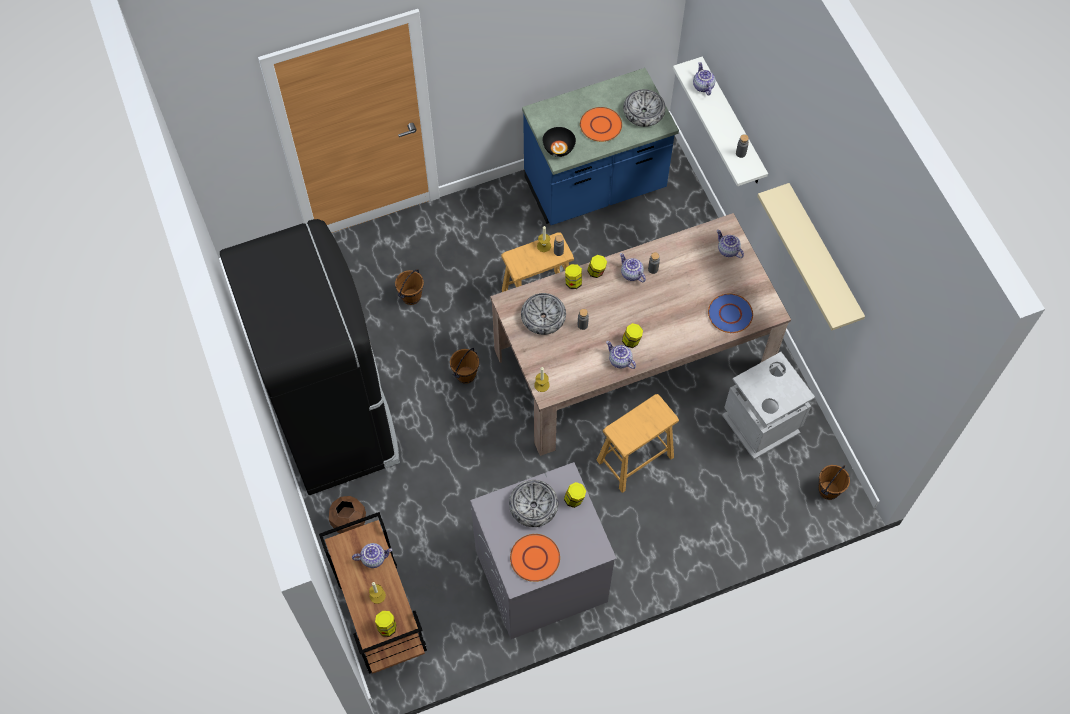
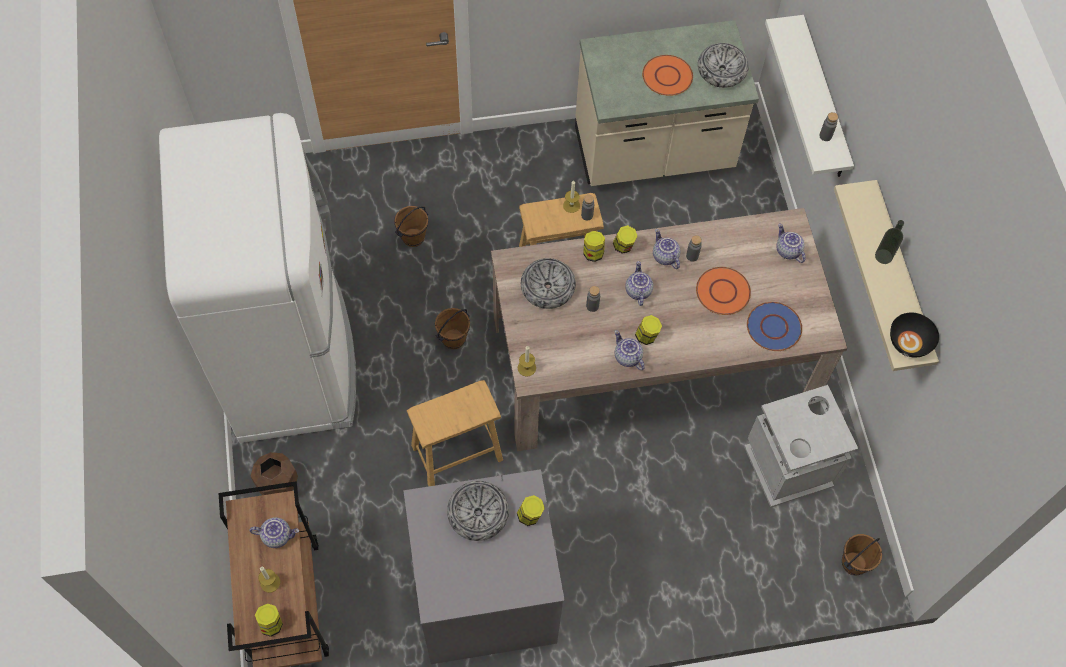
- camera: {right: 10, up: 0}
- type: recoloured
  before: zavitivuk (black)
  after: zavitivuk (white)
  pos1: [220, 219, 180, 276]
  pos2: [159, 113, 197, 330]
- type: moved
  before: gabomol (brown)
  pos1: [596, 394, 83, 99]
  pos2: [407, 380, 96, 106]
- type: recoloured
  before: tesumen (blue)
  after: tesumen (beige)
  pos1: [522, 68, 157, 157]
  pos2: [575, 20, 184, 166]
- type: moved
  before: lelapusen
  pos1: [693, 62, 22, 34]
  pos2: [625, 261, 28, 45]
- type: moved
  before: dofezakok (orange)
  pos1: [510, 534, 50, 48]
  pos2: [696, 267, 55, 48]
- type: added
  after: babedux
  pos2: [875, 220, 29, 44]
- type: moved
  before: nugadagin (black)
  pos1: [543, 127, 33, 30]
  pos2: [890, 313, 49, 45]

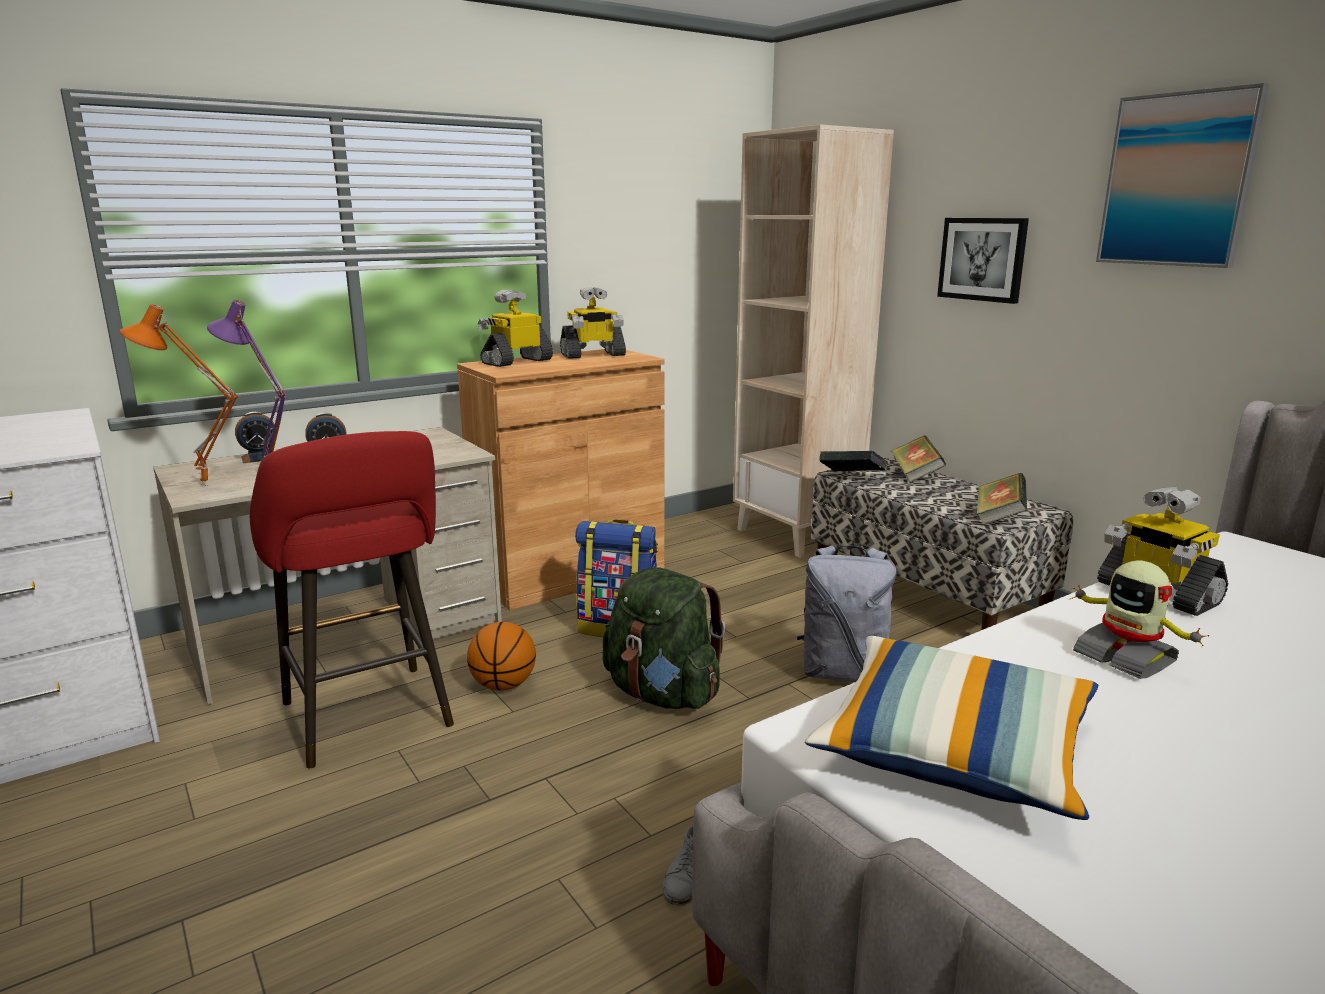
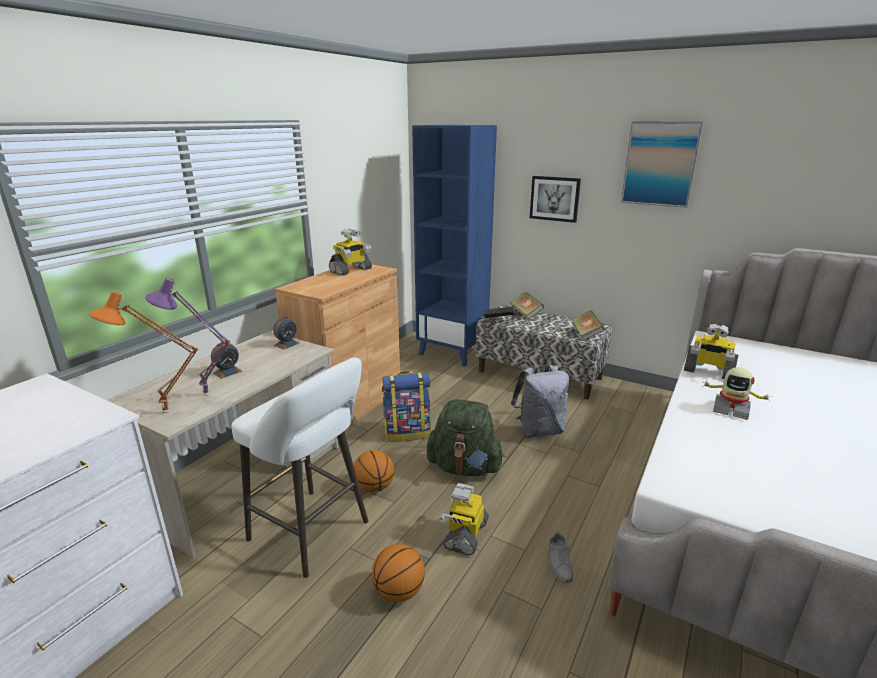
- camera: {right: -25, up: 5}
- type: recoloured
  before: gabomol (red)
  after: gabomol (white)
  pos1: [250, 431, 204, 337]
  pos2: [232, 357, 136, 221]
- type: moved
  before: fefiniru
  pos1: [235, 412, 40, 51]
  pos2: [273, 317, 27, 32]
- type: added
  after: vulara
  pos2: [372, 544, 53, 58]
- type: recoloured
  before: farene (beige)
  after: farene (blue)
  pos1: [733, 124, 161, 434]
  pos2: [412, 125, 85, 242]
- type: moved
  before: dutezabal
  pos1: [478, 290, 75, 77]
  pos2: [439, 483, 50, 72]
- type: removed
  before: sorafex
  pos1: [805, 636, 294, 184]

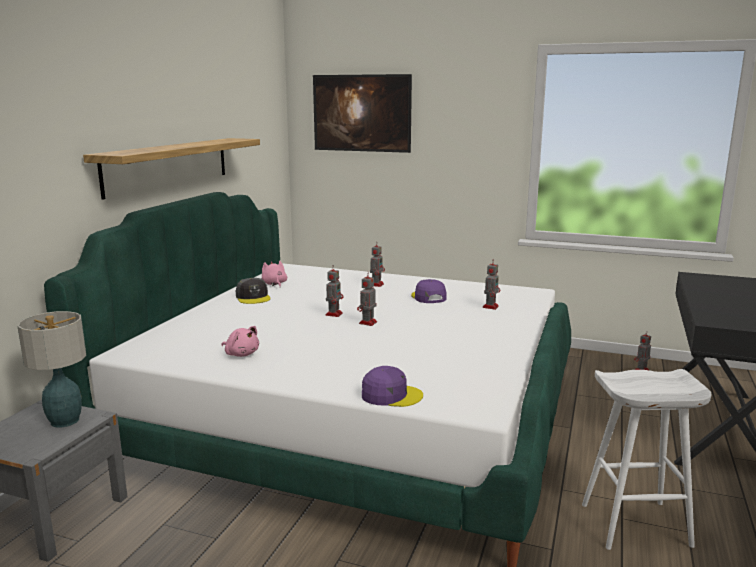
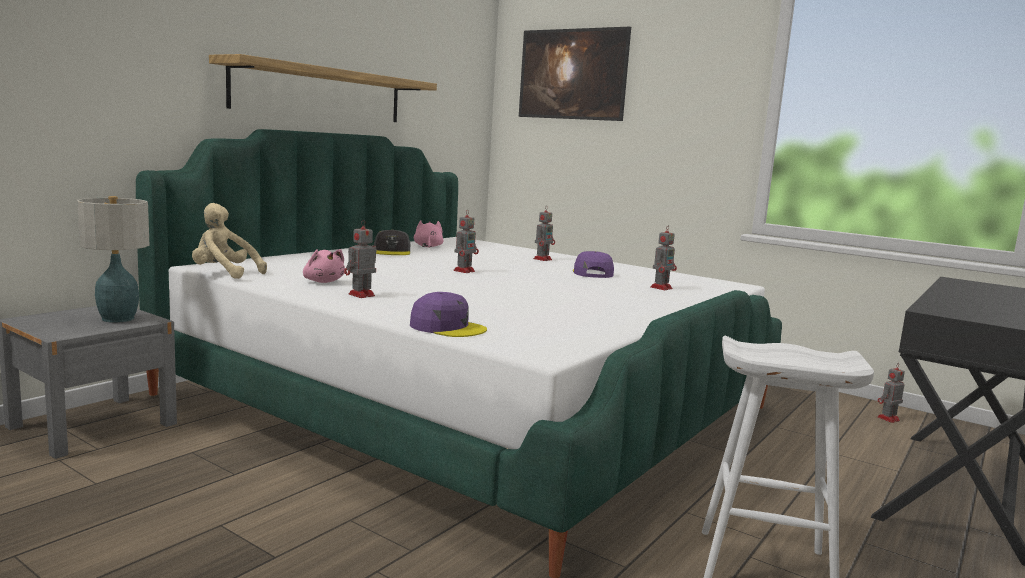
- camera: {right: 15, up: -5}
- type: added
  after: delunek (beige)
  pos2: [192, 203, 75, 76]
- type: moved
  before: dutezabal
  pos1: [357, 272, 20, 54]
  pos2: [344, 220, 33, 78]

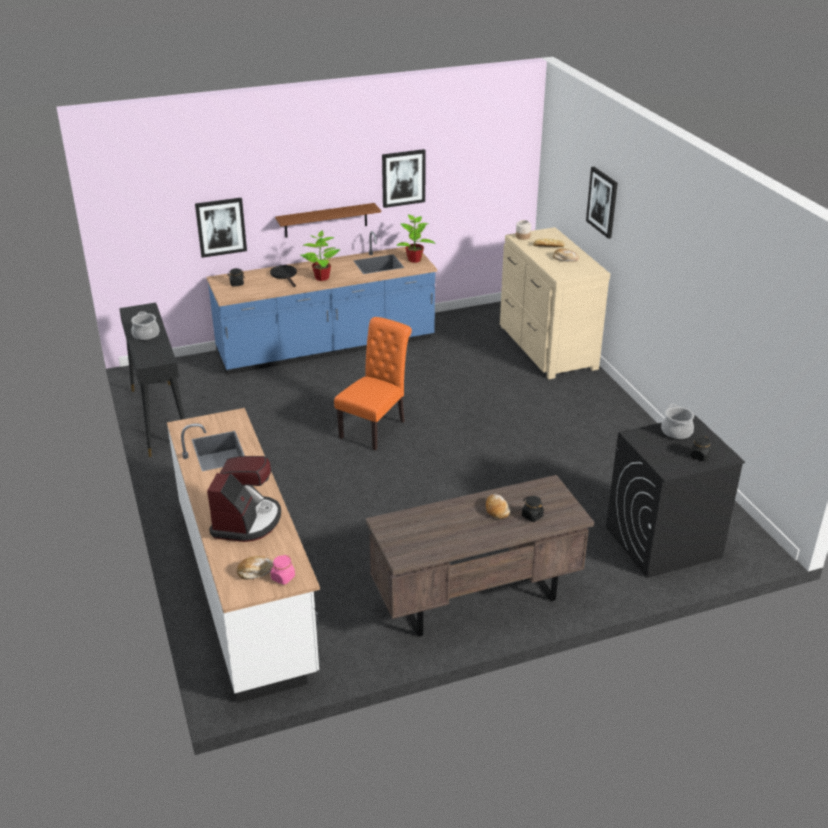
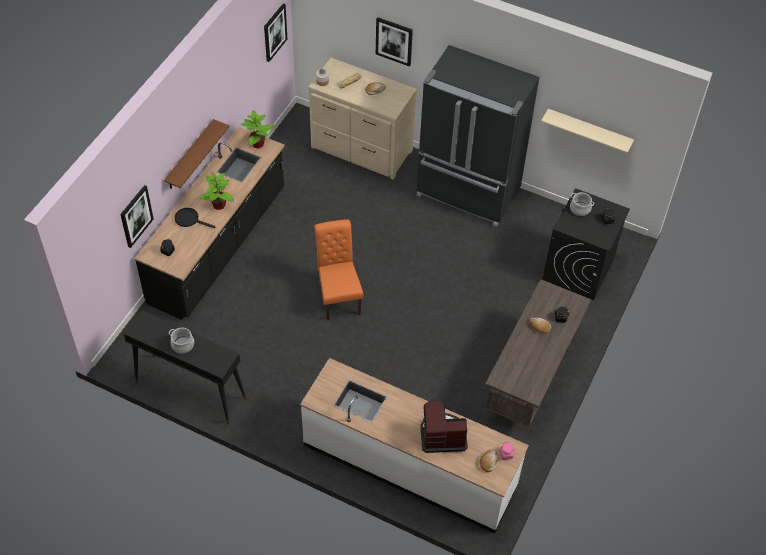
- camera: {right: -45, up: 20}
- type: recoloured
  before: tesumen (blue)
  after: tesumen (black)
  pos1: [207, 231, 230, 144]
  pos2: [135, 127, 150, 193]
- type: moved
  before: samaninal
  pos1: [382, 149, 44, 59]
  pos2: [264, 3, 23, 59]
- type: added
  after: zavitivuk (black)
  pos2: [416, 45, 123, 182]
- type: turned
  before: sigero
  pos1: [207, 456, 74, 86]
  pos2: [421, 400, 47, 53]
  turn: -60
- type: added
  after: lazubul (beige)
  pos2: [541, 109, 93, 44]

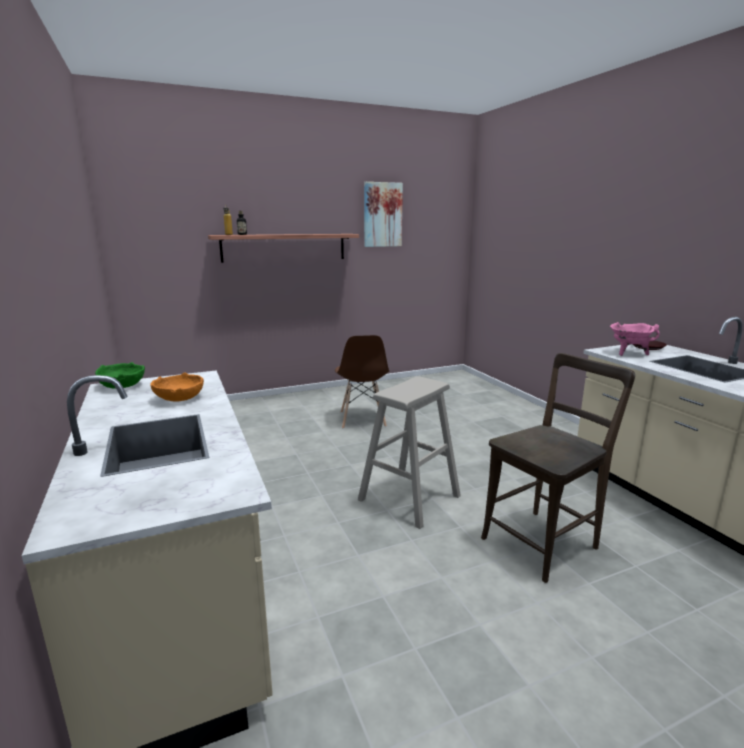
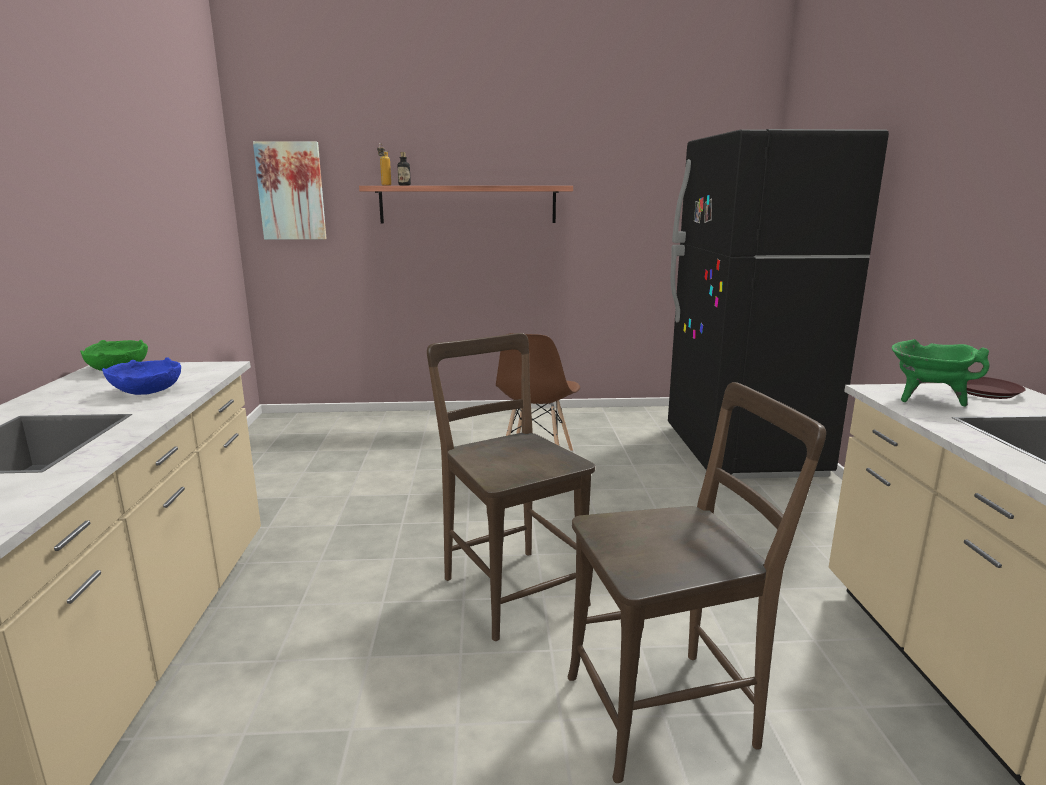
- camera: {right: 20, up: 0}
- type: recoloured
  before: nugadagin (orange)
  after: nugadagin (blue)
  pos1: [150, 372, 54, 30]
  pos2: [102, 358, 79, 37]
- type: moved
  before: samaninal
  pos1: [364, 182, 39, 65]
  pos2: [253, 141, 74, 99]
- type: replaced
  before: gabomol (beige)
  after: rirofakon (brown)
  pos1: [358, 376, 103, 153]
  pos2: [427, 333, 168, 308]
- type: added
  after: zavitivuk (black)
  pos2: [668, 129, 221, 350]
- type: recoloured
  before: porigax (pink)
  after: porigax (green)
  pos1: [610, 322, 50, 34]
  pos2: [892, 339, 98, 68]

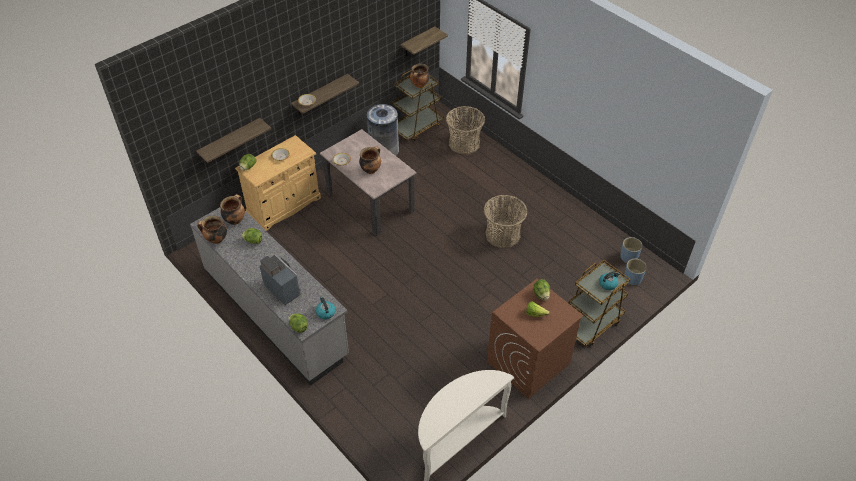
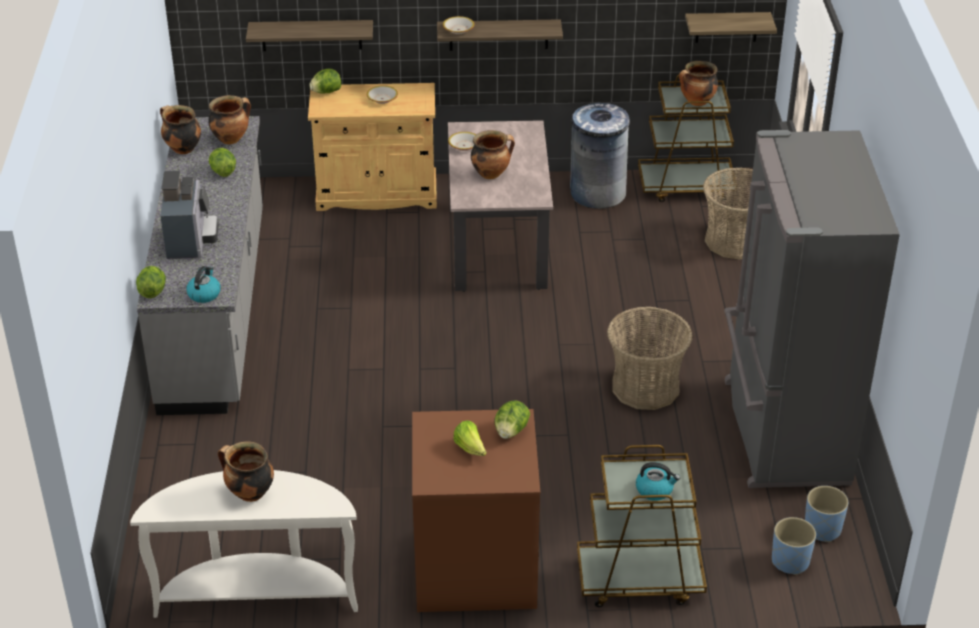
- camera: {right: 40, up: -10}
- type: added
  after: porigax
  pos2: [218, 441, 56, 61]
- type: added
  after: zavitivuk (grey)
  pos2: [724, 130, 176, 358]

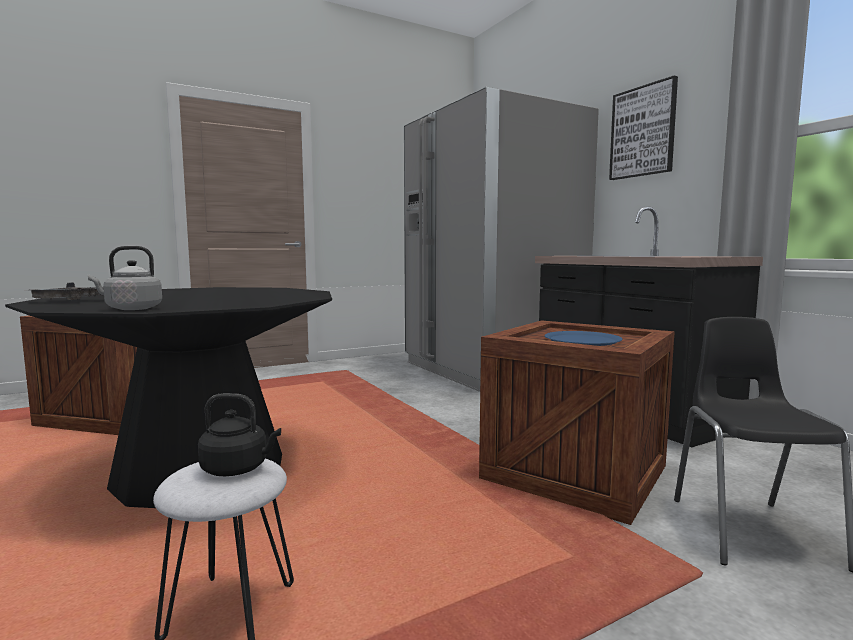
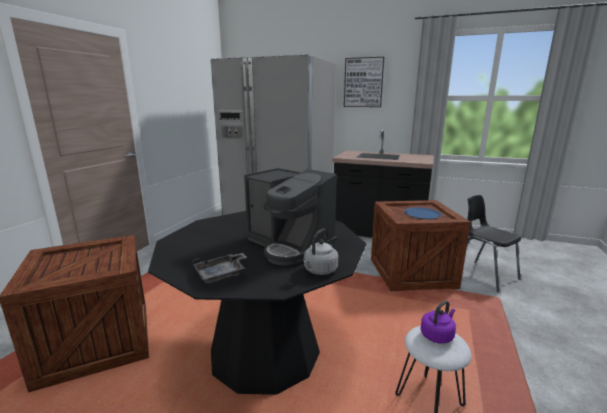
- camera: {right: -40, up: 10}
- type: added
  after: sigero
  pos2: [244, 168, 94, 98]
- type: recoloured
  before: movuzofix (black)
  after: movuzofix (purple)
  pos1: [198, 393, 83, 83]
  pos2: [421, 300, 35, 44]

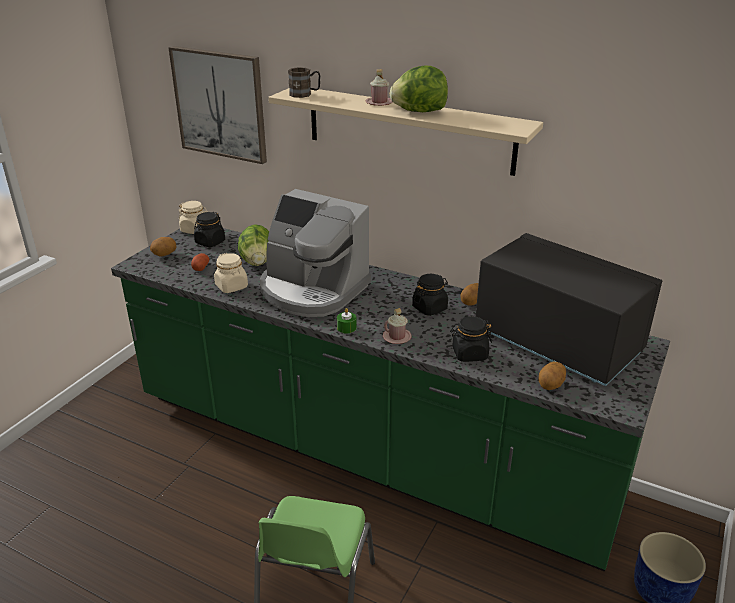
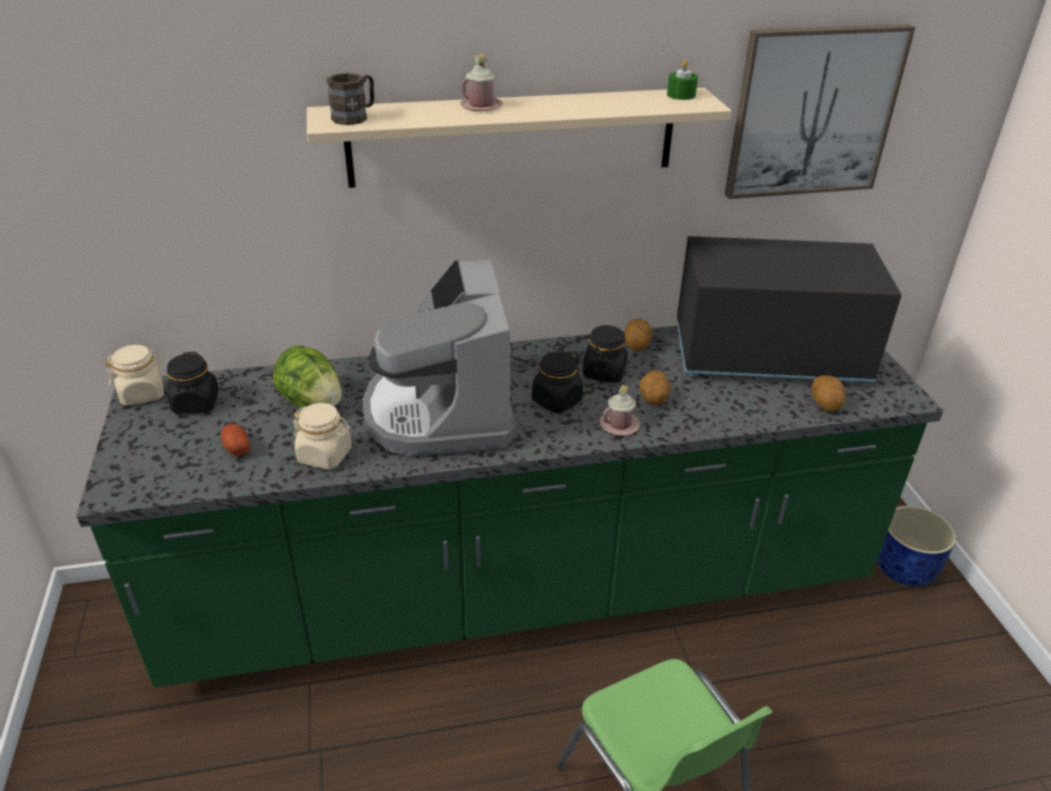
- camera: {right: -40, up: 5}
- type: turned
  before: sigero
  pos1: [260, 189, 111, 128]
  pos2: [363, 259, 153, 197]
  turn: 90
- type: moved
  before: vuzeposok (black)
  pos1: [450, 316, 42, 46]
  pos2: [532, 351, 51, 62]
- type: moved
  before: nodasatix
  pos1: [150, 237, 26, 19]
  pos2: [639, 370, 32, 35]
- type: moved
  before: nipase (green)
  pos1: [337, 308, 20, 26]
  pos2: [667, 60, 31, 40]
- type: moved
  before: samaninal
  pos1: [168, 46, 99, 118]
  pos2: [725, 24, 190, 175]
- type: removed
  before: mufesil
  pos1: [390, 66, 58, 46]

